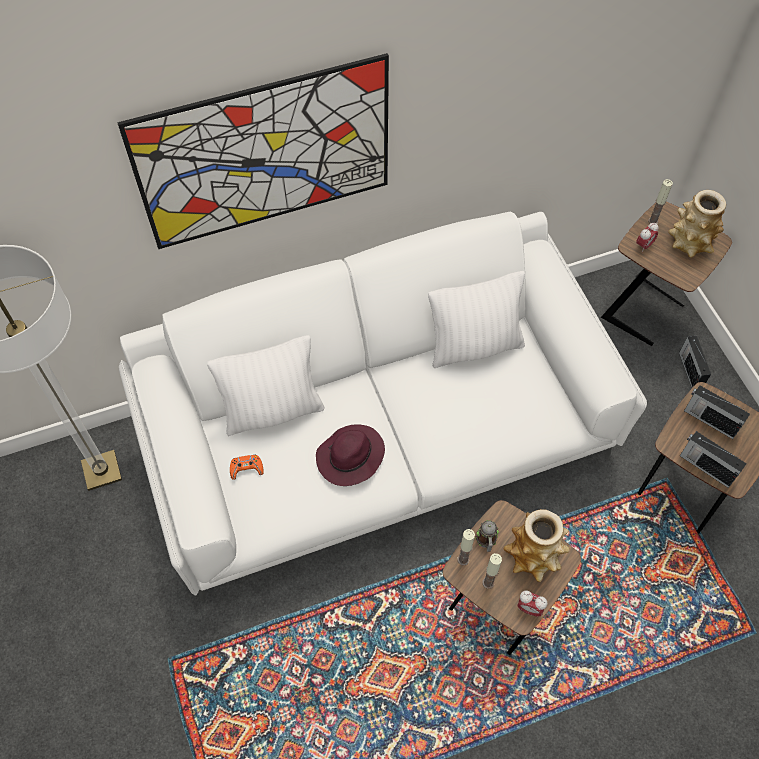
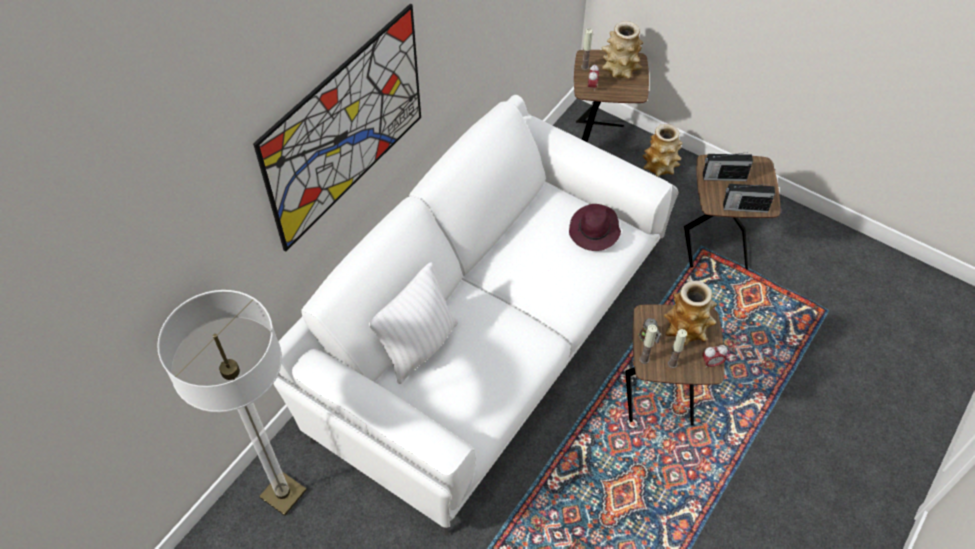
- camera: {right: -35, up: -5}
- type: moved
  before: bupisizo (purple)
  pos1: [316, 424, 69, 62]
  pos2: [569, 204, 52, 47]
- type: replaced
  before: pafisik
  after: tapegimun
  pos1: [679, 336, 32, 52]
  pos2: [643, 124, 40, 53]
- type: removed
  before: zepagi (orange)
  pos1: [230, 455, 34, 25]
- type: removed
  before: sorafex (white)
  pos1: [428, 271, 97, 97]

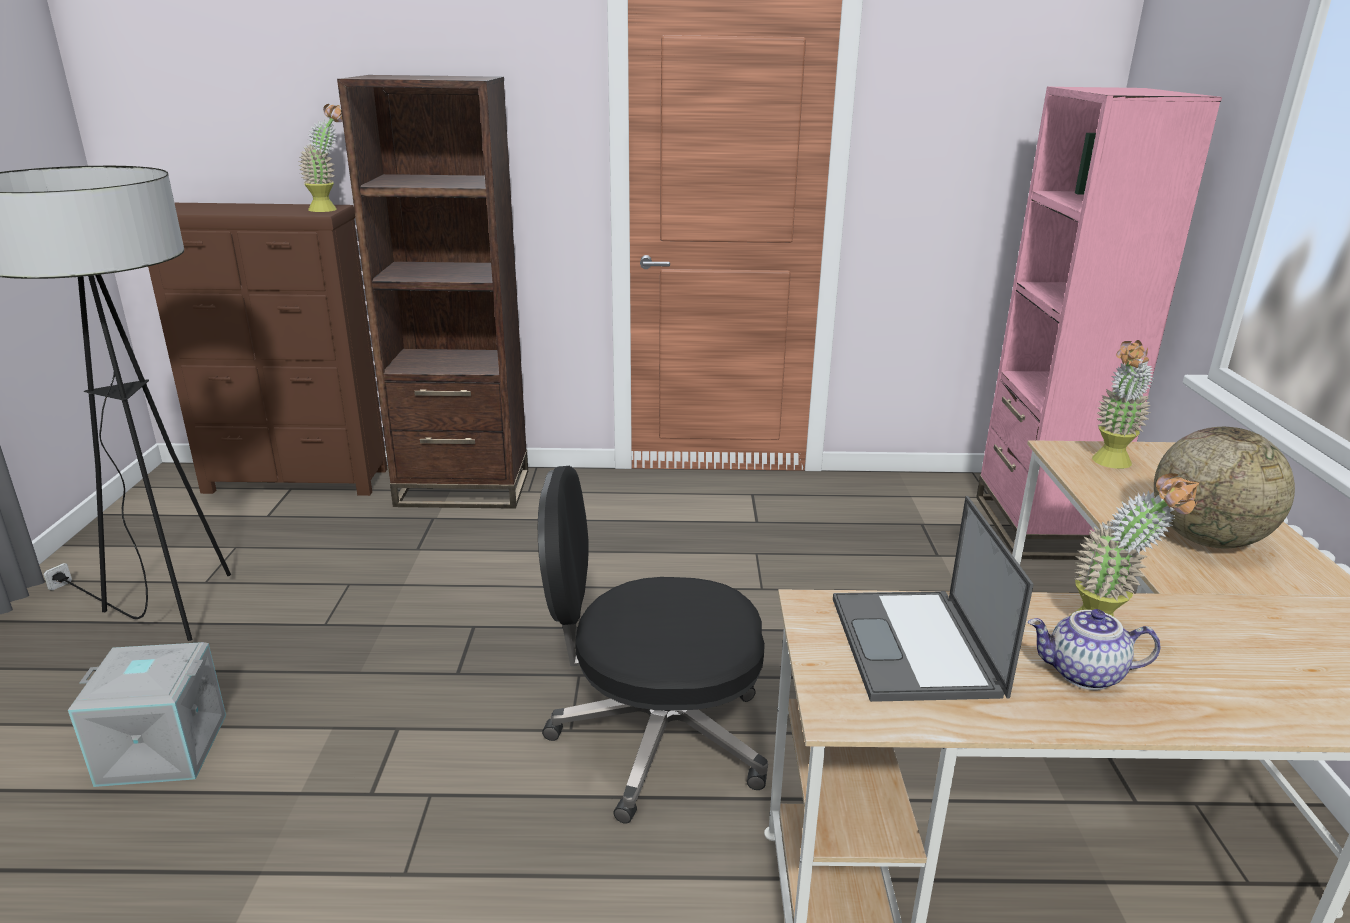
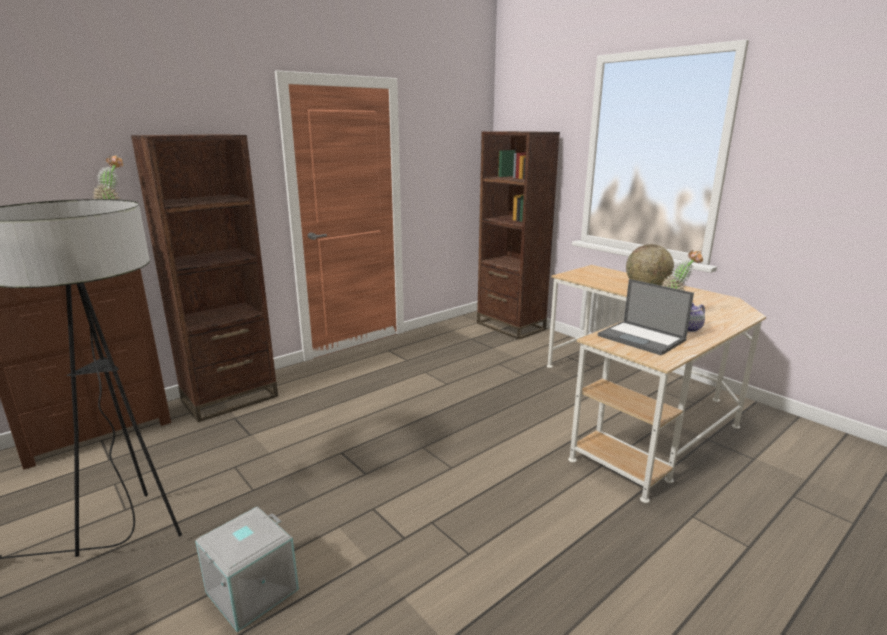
- camera: {right: -40, up: -5}
- type: recoloured
  before: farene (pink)
  after: farene (brown)
  pos1: [976, 86, 246, 474]
  pos2: [477, 131, 83, 209]
- type: removed
  before: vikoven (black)
  pos1: [538, 466, 230, 358]
- type: removed
  before: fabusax
  pos1: [1092, 340, 61, 129]

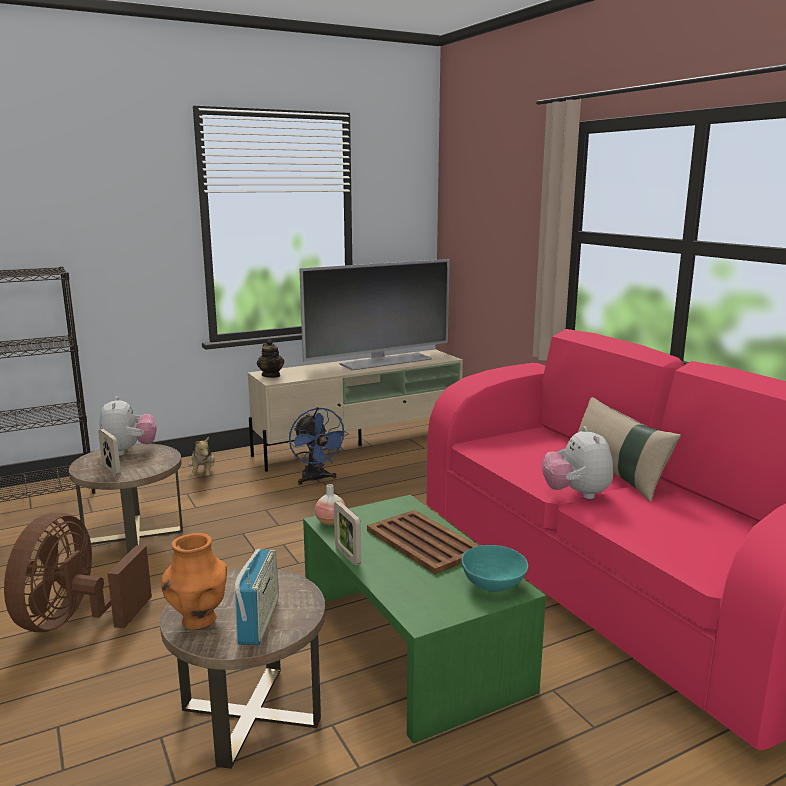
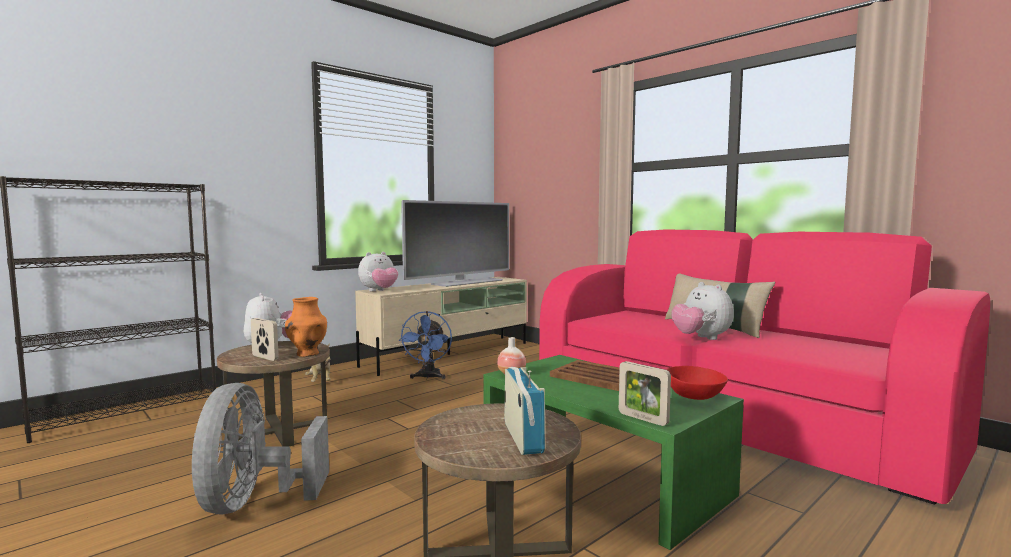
- camera: {right: -15, up: -10}
- type: recoloured
  before: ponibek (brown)
  after: ponibek (grey)
  pos1: [4, 513, 148, 119]
  pos2: [192, 383, 137, 132]
- type: moved
  before: tapegimun (orange)
  pos1: [161, 533, 66, 97]
  pos2: [285, 297, 42, 60]
- type: replaced
  before: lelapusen
  after: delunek
  pos1: [257, 339, 27, 39]
  pos2: [358, 252, 40, 39]
- type: turned
  before: ponibek (blue)
  pos1: [289, 407, 59, 78]
  pos2: [399, 311, 53, 68]
  turn: 45
- type: moved
  before: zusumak
  pos1: [334, 501, 27, 65]
  pos2: [619, 361, 52, 65]
- type: recoloured
  before: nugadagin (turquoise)
  after: nugadagin (red)
  pos1: [461, 545, 67, 47]
  pos2: [666, 366, 62, 34]

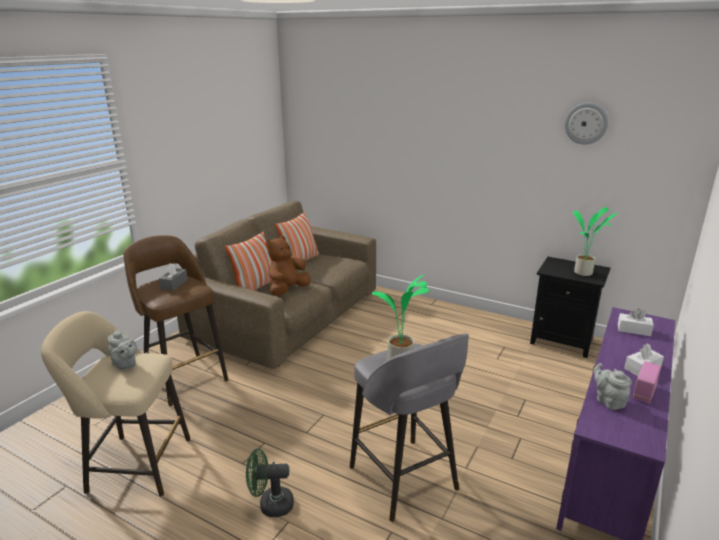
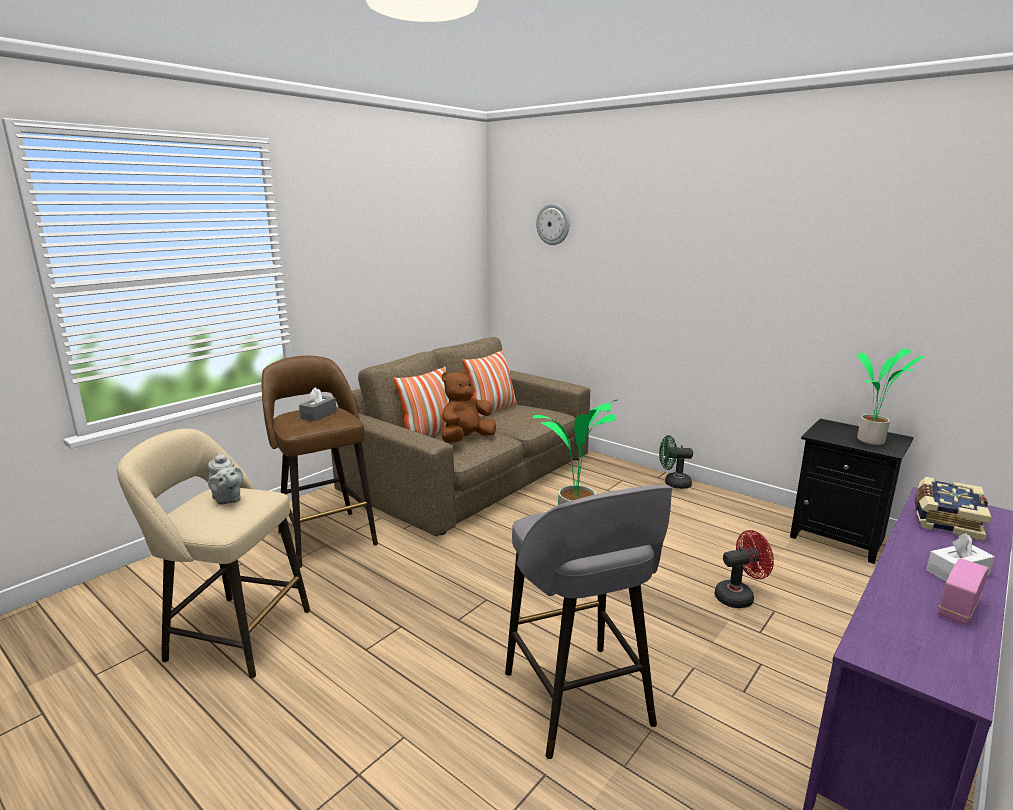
- camera: {right: 10, up: -5}
- type: moved
  before: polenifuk
  pos1: [565, 103, 44, 42]
  pos2: [536, 203, 33, 42]
- type: moved
  before: ponibek (green)
  pos1: [246, 448, 48, 69]
  pos2: [659, 435, 34, 54]
- type: added
  after: ponibek (red)
  pos2: [714, 530, 60, 78]
- type: replaced
  before: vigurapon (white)
  after: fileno
  pos1: [618, 308, 36, 28]
  pos2: [915, 477, 76, 64]
- type: removed
  before: lelapusen (grey)
  pos1: [593, 363, 39, 47]

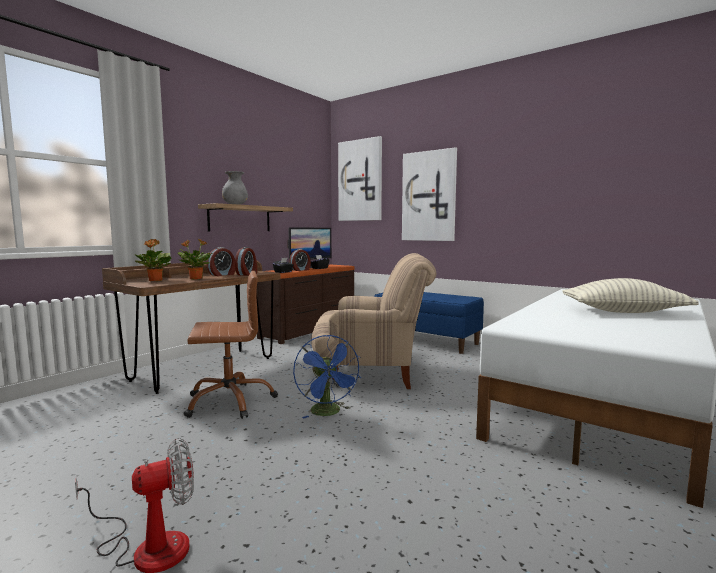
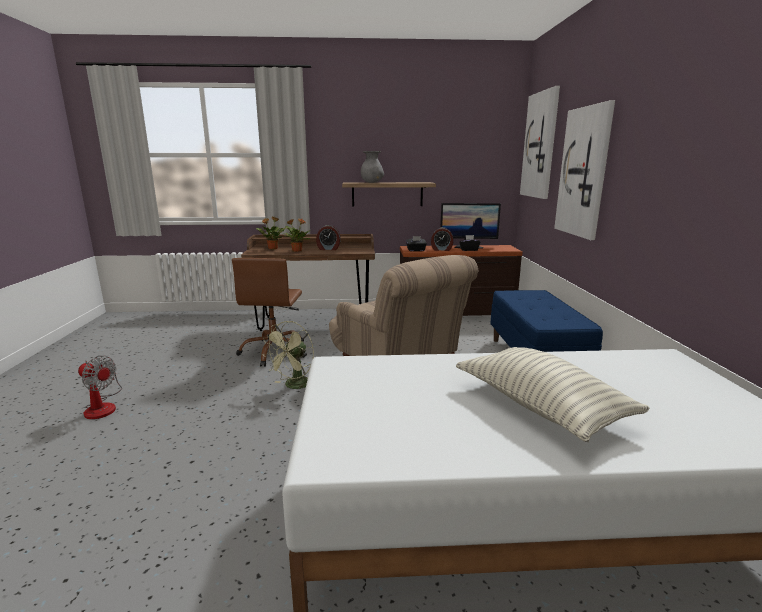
- camera: {right: 50, up: 10}
- type: turned
  before: vikoven (brown)
  pos1: [184, 271, 94, 148]
  pos2: [232, 258, 75, 109]
  turn: 60
- type: recoloured
  before: ponibek (blue)
  after: ponibek (green)
  pos1: [293, 335, 68, 84]
  pos2: [262, 321, 52, 68]
- type: removed
  before: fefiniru
  pos1: [235, 247, 22, 29]

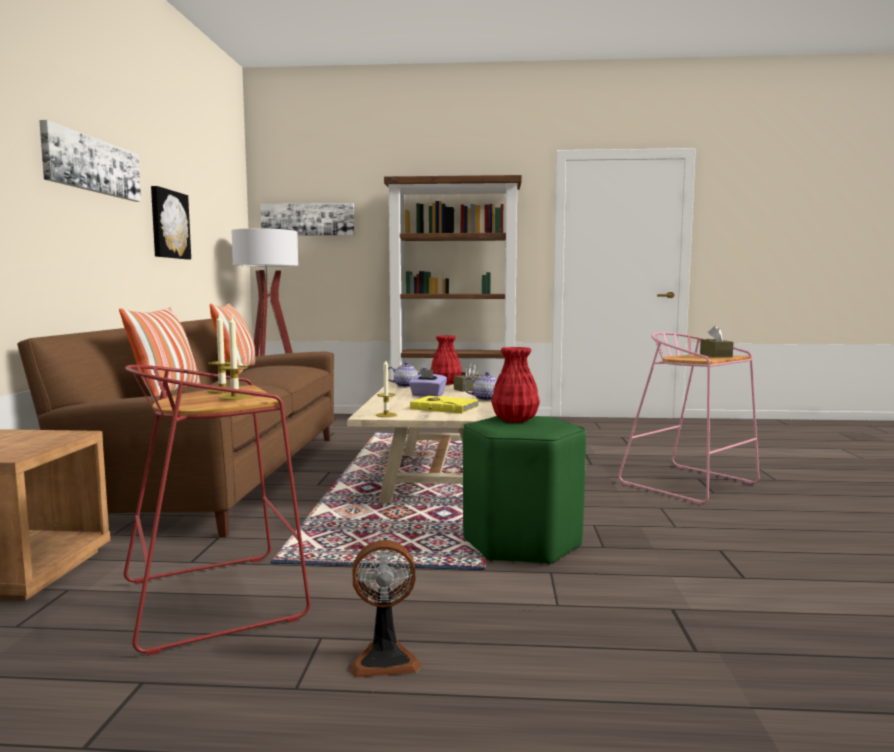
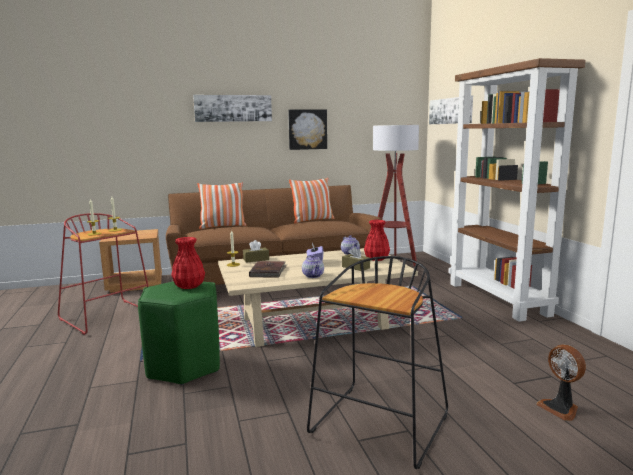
- camera: {right: 70, up: 5}
- type: moved
  before: vigurapon (brown)
  pos1: [700, 326, 34, 32]
  pos2: [243, 240, 26, 23]
- type: recoloured
  before: fileno (yellow)
  after: fileno (brown)
  pos1: [410, 396, 70, 18]
  pos2: [249, 261, 38, 17]
- type: recoloured
  before: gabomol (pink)
  after: gabomol (black)
  pos1: [619, 332, 140, 172]
  pos2: [307, 256, 141, 213]
- type: moved
  before: ponibek
  pos1: [350, 540, 71, 138]
  pos2: [536, 345, 50, 76]

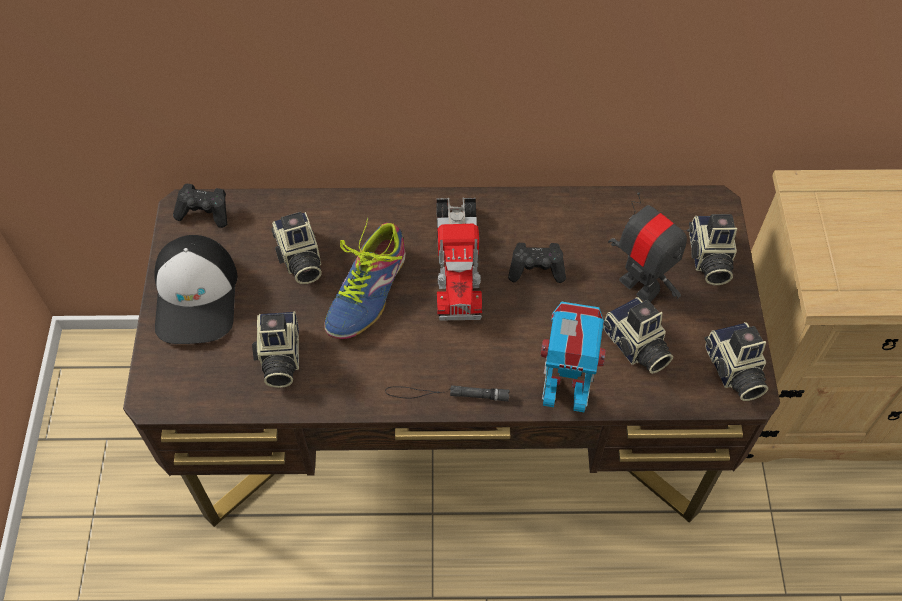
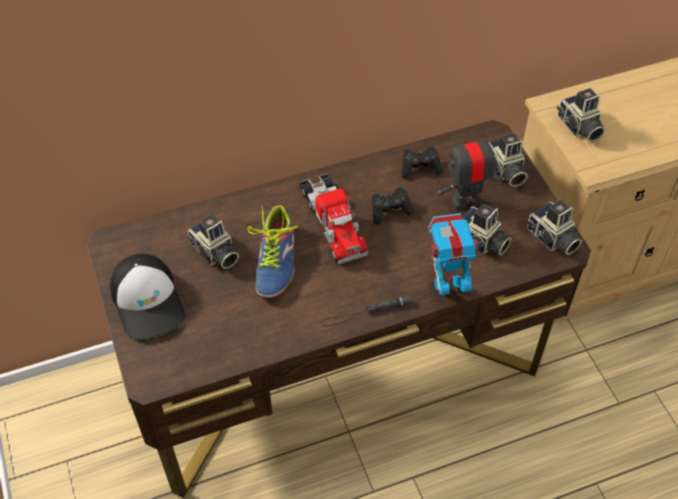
- camera: {right: -20, up: -5}
- type: moved
  before: zepagi (black)
  pos1: [173, 183, 54, 45]
  pos2: [401, 146, 42, 32]
- type: turned
  before: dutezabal
  pos1: [608, 192, 82, 110]
  pos2: [437, 131, 65, 79]
  turn: -45
- type: moved
  before: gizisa
  pos1: [252, 311, 47, 77]
  pos2: [557, 88, 48, 54]

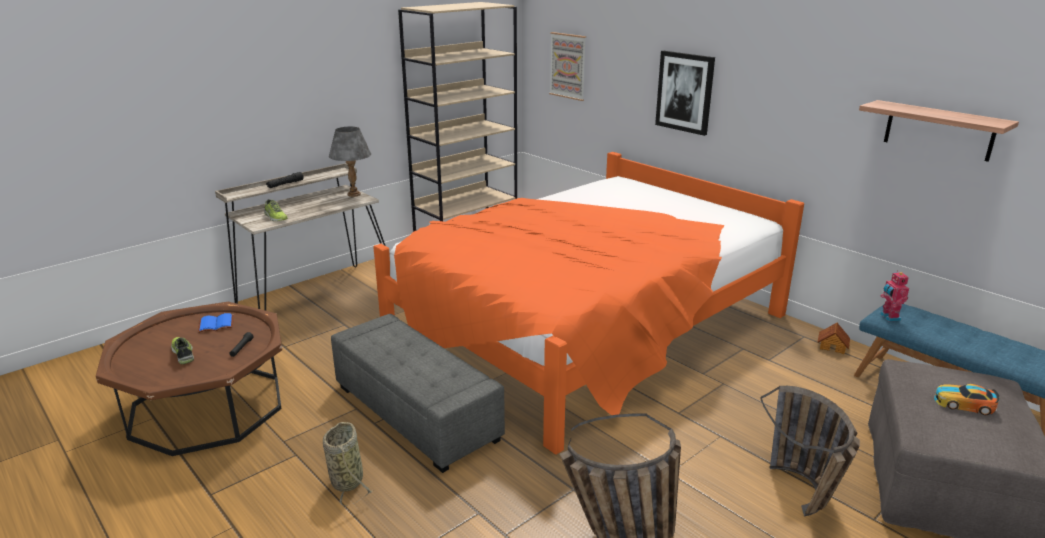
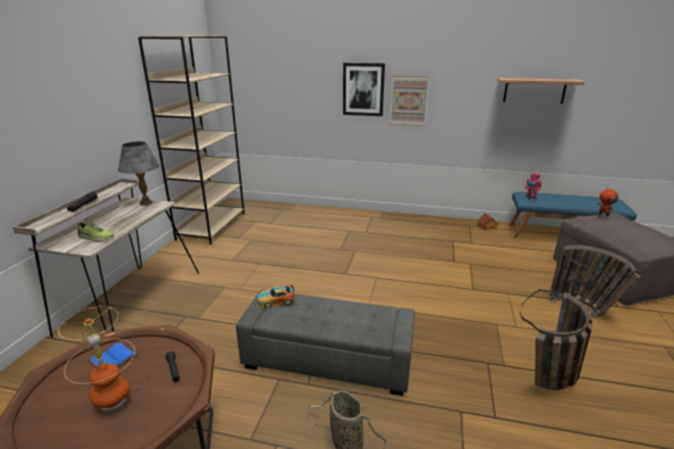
- camera: {right: -35, up: 0}
- type: replaced
  before: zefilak
  after: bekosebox
  pos1: [171, 337, 23, 27]
  pos2: [58, 306, 77, 108]
- type: moved
  before: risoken
  pos1: [934, 384, 66, 31]
  pos2: [257, 285, 38, 23]
- type: moved
  before: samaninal
  pos1: [549, 32, 37, 69]
  pos2: [390, 75, 40, 51]
- type: added
  after: dutezabal
  pos2: [597, 185, 21, 36]
- type: removed
  before: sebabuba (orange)
  pos1: [373, 152, 431, 303]

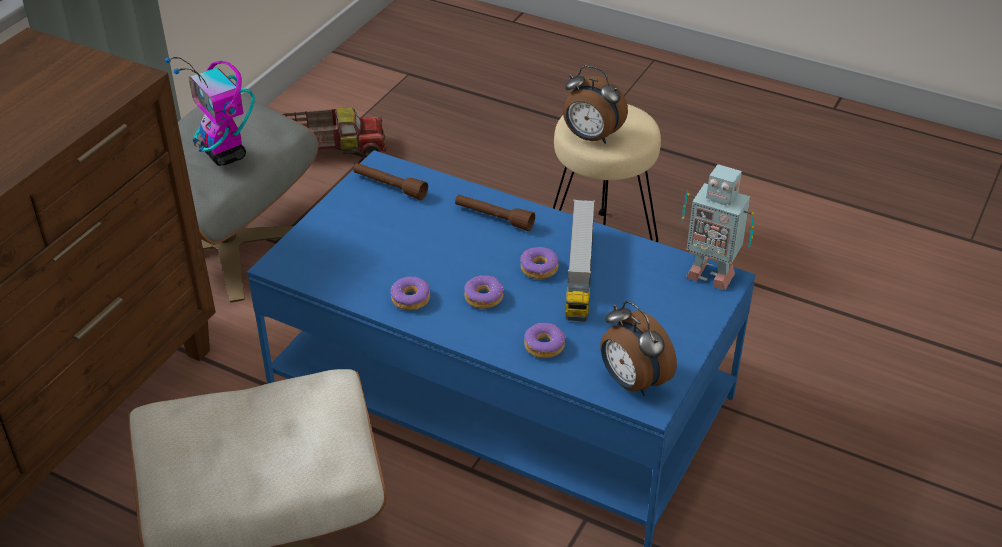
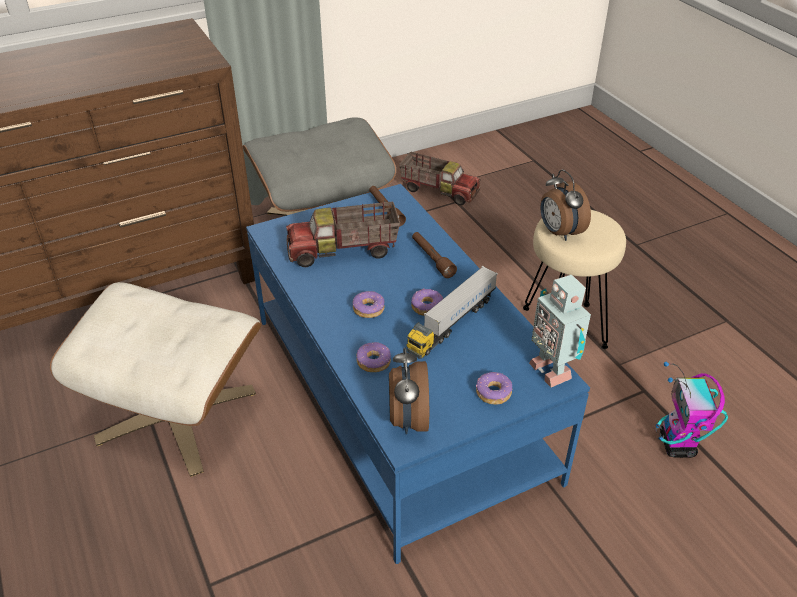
- camera: {right: 35, up: 0}
- type: added
  after: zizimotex
  pos2: [286, 202, 114, 65]
- type: moved
  before: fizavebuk
  pos1: [390, 276, 40, 34]
  pos2: [476, 372, 36, 33]
- type: moved
  before: dutezabal
  pos1: [165, 57, 90, 109]
  pos2: [656, 362, 72, 96]

